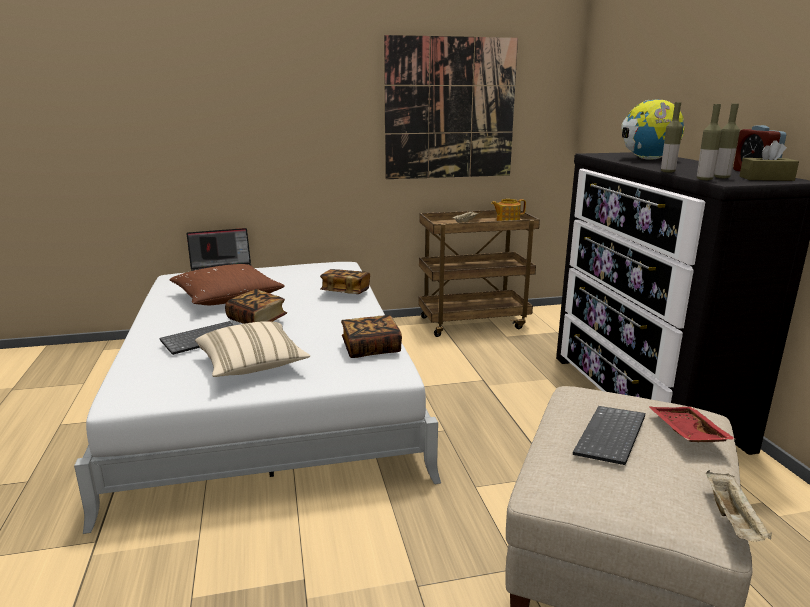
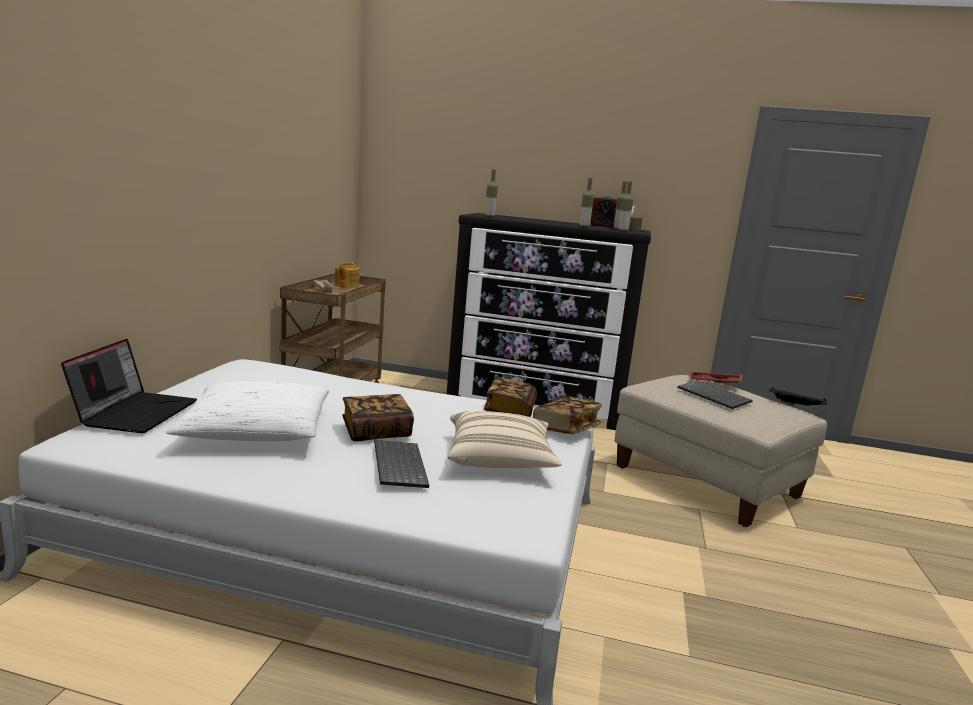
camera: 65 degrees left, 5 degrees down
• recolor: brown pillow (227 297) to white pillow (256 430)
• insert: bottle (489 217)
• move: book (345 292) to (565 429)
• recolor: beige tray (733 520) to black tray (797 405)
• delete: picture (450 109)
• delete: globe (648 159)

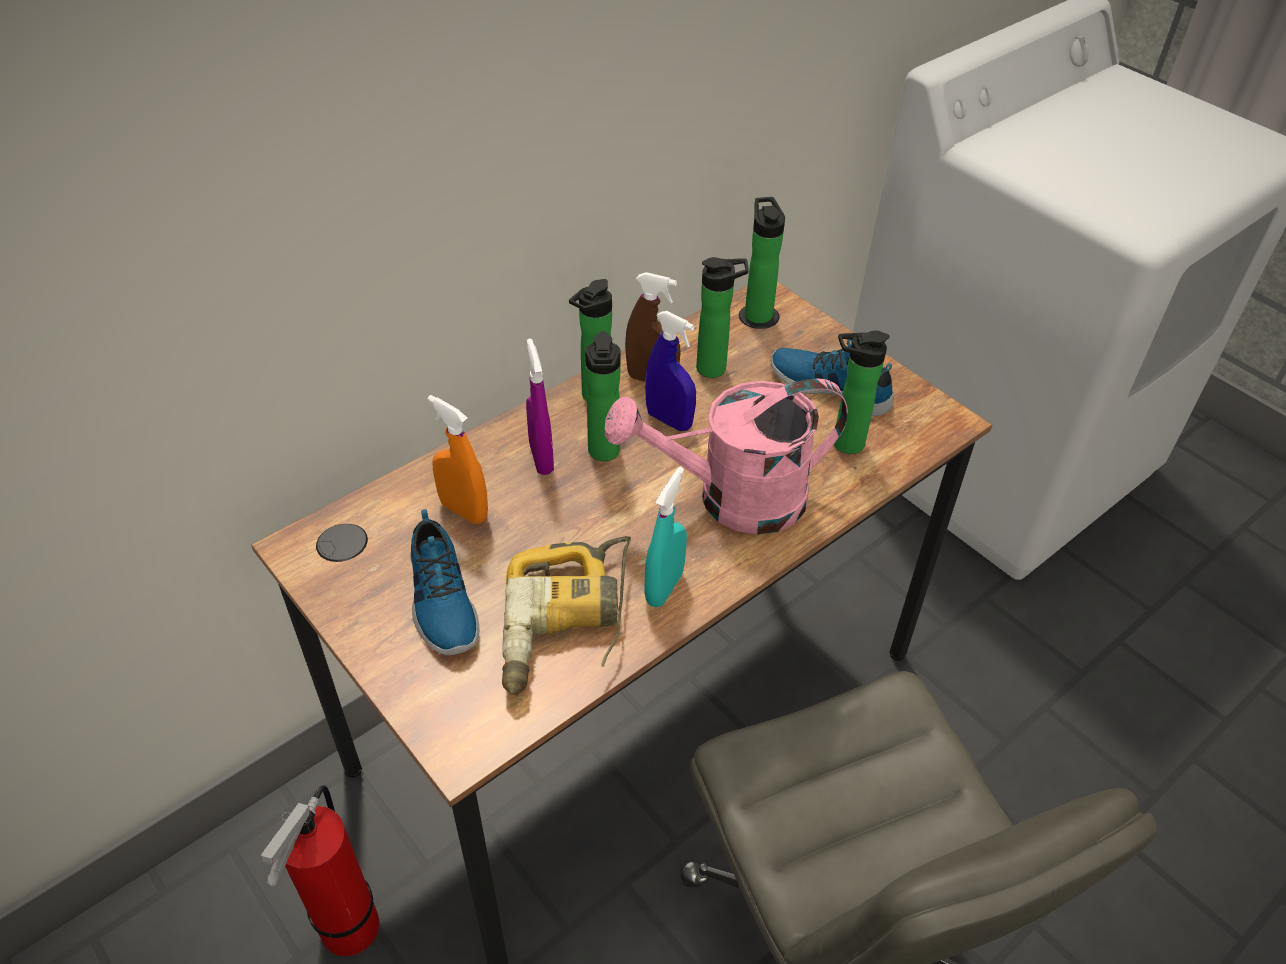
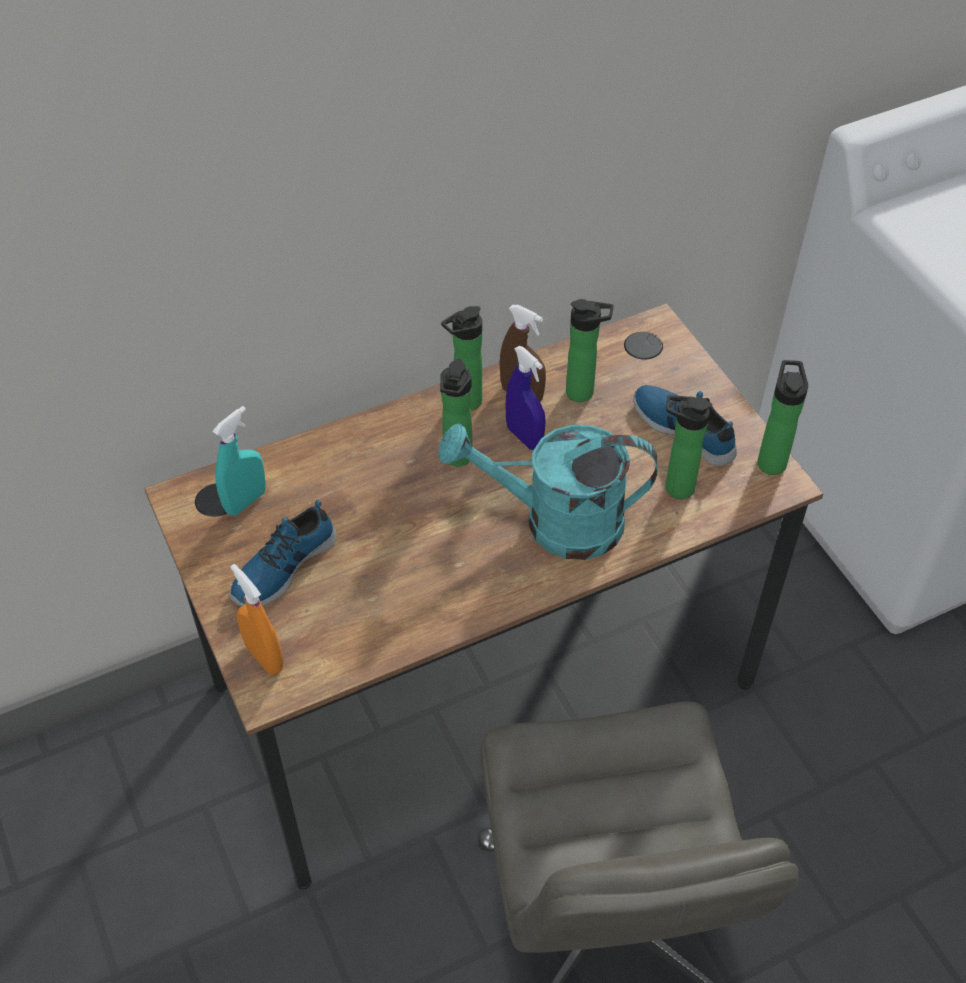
camera: 15 degrees right, 5 degrees up
• move: turquoise spray bottle (664 587) to (245 501)
• rotate: shoe (440 600) = (282 566) 45 degrees clockwise
• move: orange spray bottle (464 511) to (264 657)
• recolor: pink watering can (732 499) to turquoise watering can (555 522)
• move: bottle (757 312) to (771 460)
• delete: fire extinguisher (346 934)
• delete: power drill (567 625)
• delete: purple spray bottle (541 458)

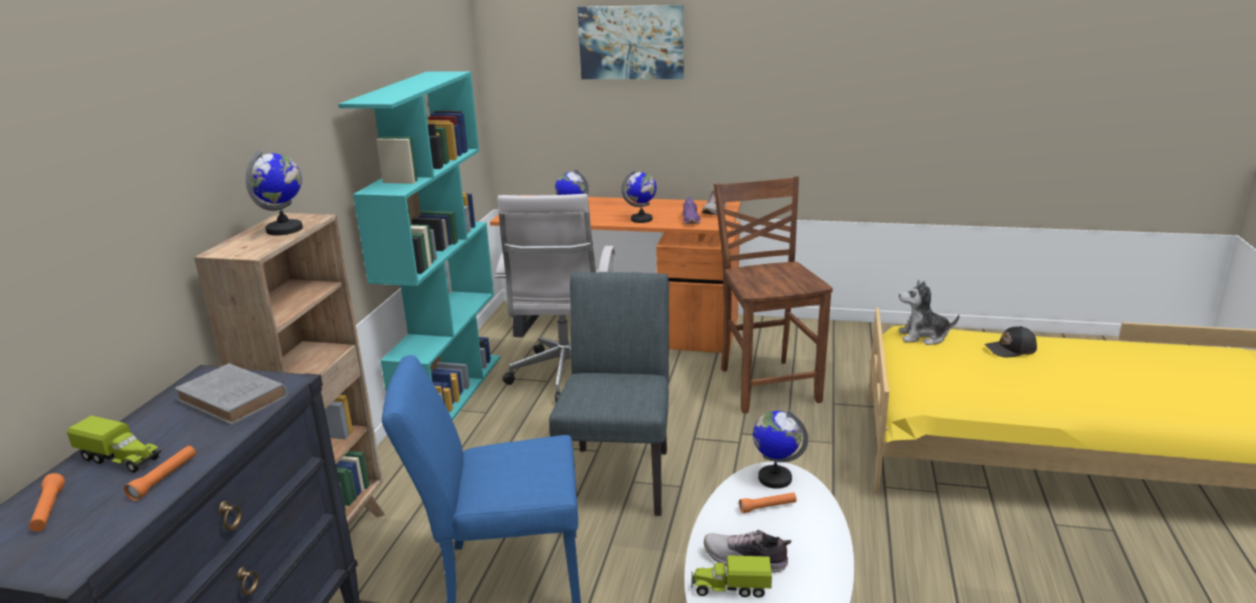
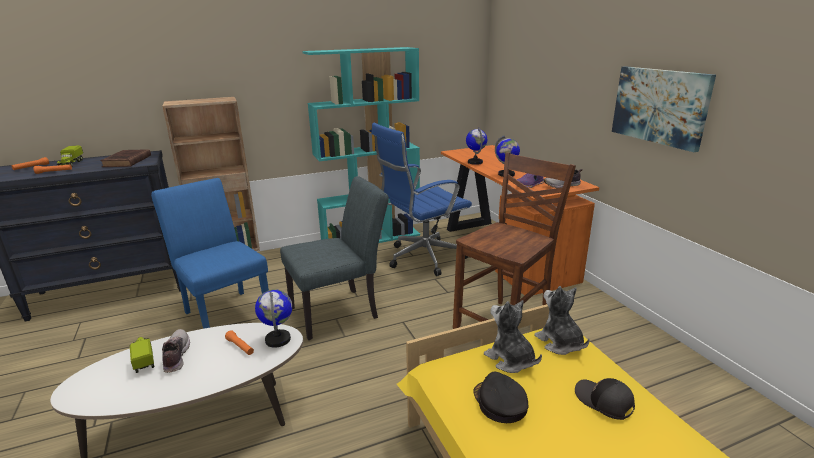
camera: 55 degrees right, 0 degrees up
• recolor: grey book (234 400) to brown book (127 161)
• recolor: white office chair (565 378) to blue office chair (422 258)
• insert: black cap (499 402)
• insert: plush toy (510 360)
• move: picture (631 42) to (659 106)
• delete: globe (285 229)

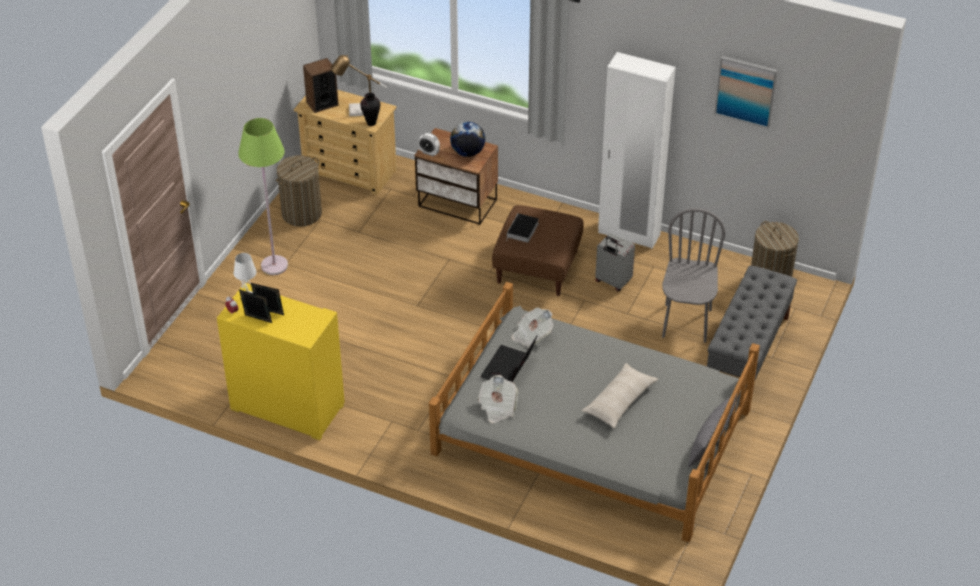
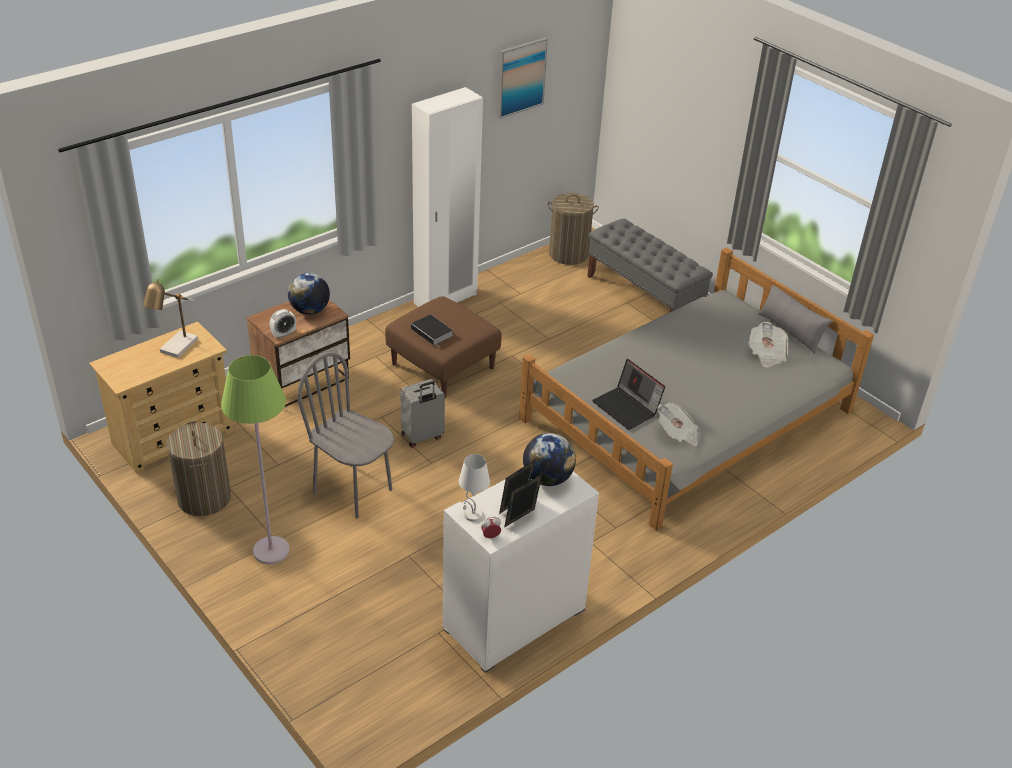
camera: 65 degrees left, 5 degrees down
• move: grey chair (686 323) to (353 491)
• move: grey suitcase (612 282) to (422 437)
• recolor: yellow cabinet (286 407) to white cabinet (514 620)
• insert: globe (547 478)
• move: newspaper (532 335) to (766 354)
• delete: speaker (322 103)
• delete: vase (371 123)
• delete: beige pillow (619 401)

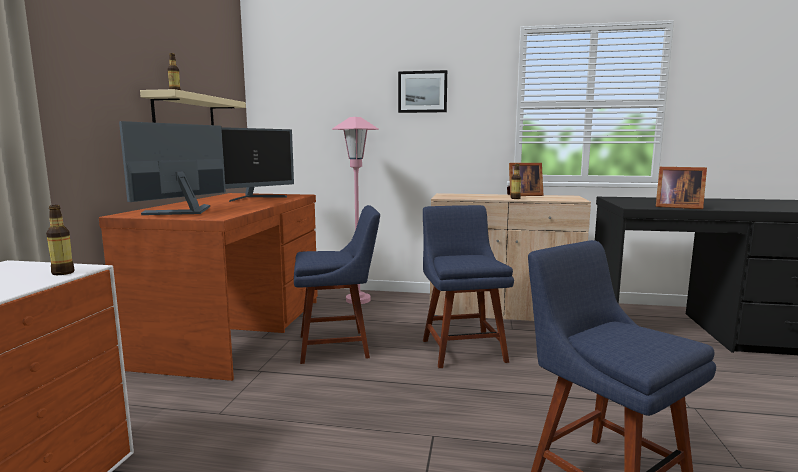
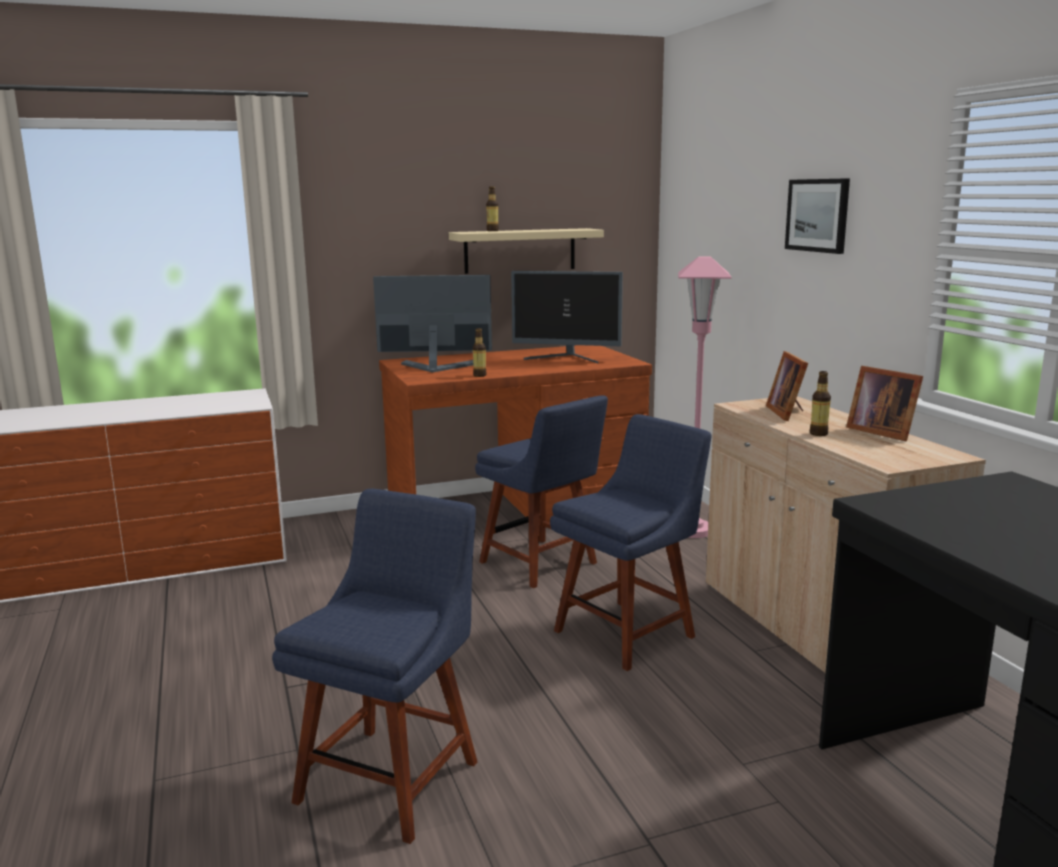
camera: 60 degrees right, 5 degrees up
• move: bottle (63 273) to (479 375)
• move: picture frame (676 207) to (788 413)

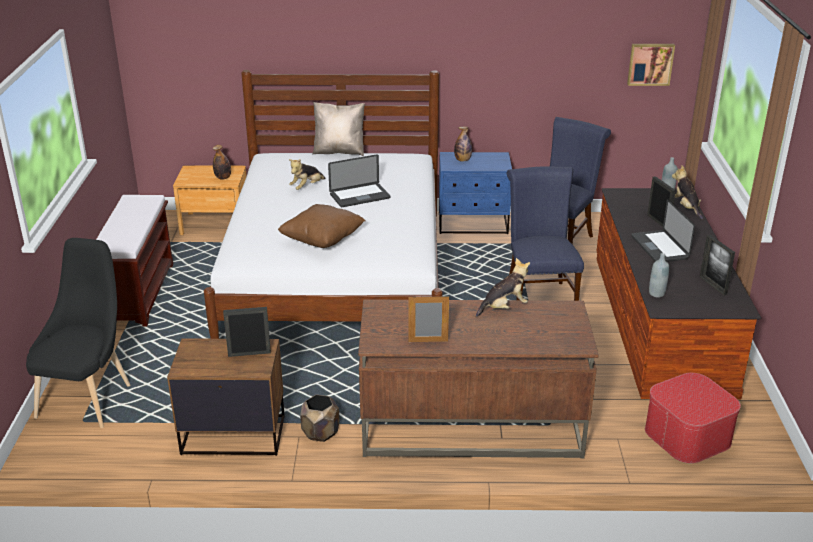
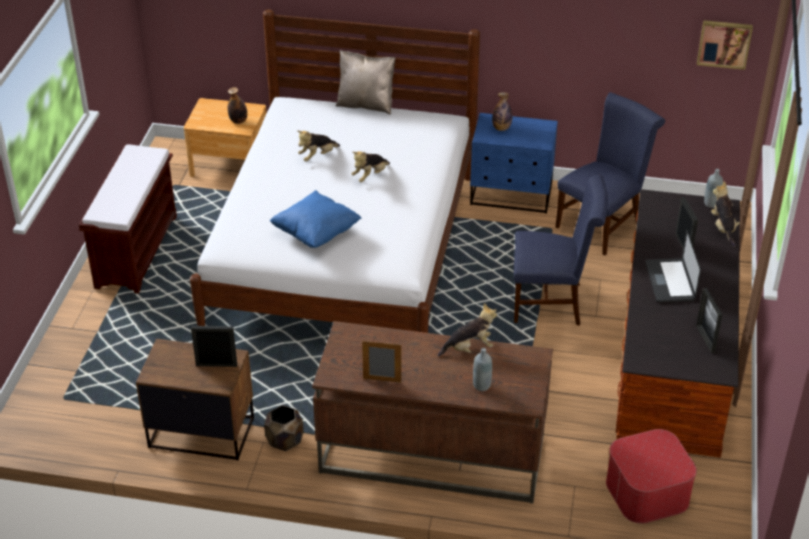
camera: 10 degrees right, 10 degrees up
• recolor: brown pillow (322 241) to blue pillow (316 234)
• replace: laptop (360 196) to plush toy (370 176)
• move: grey bottle (656 293) to (481 385)
• rotate: blue chair (539 296) = (553 302) 90 degrees clockwise
• delete: black chair (88 397)

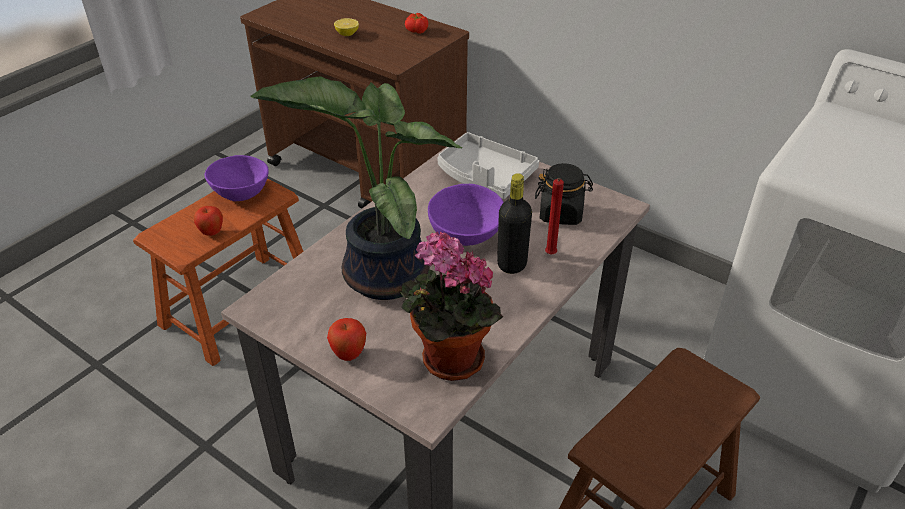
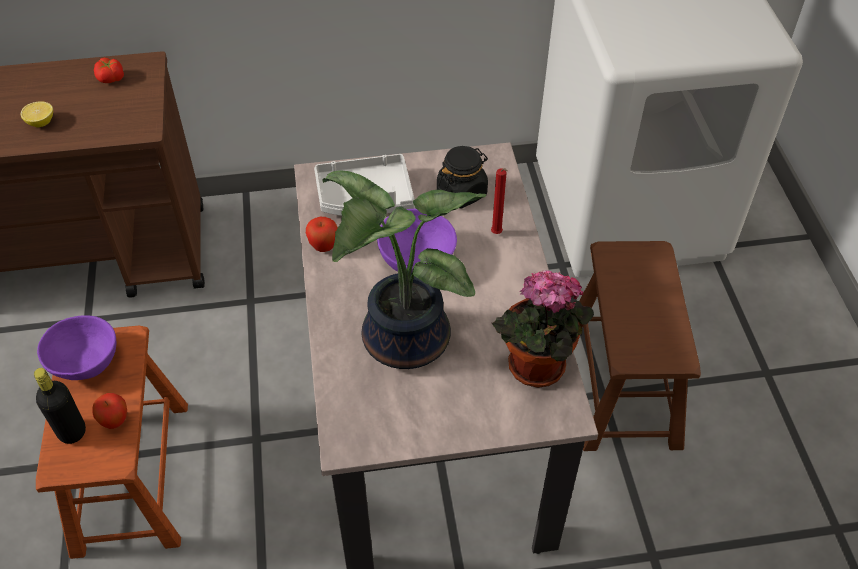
camera: 45 degrees left, 10 degrees up
• move: black bottle (512 264) to (72 431)
• move: apple (349 354) to (324 247)

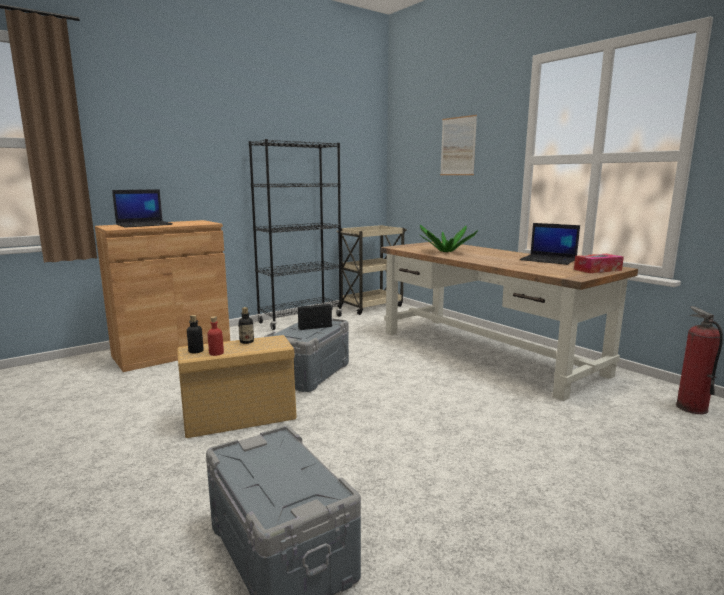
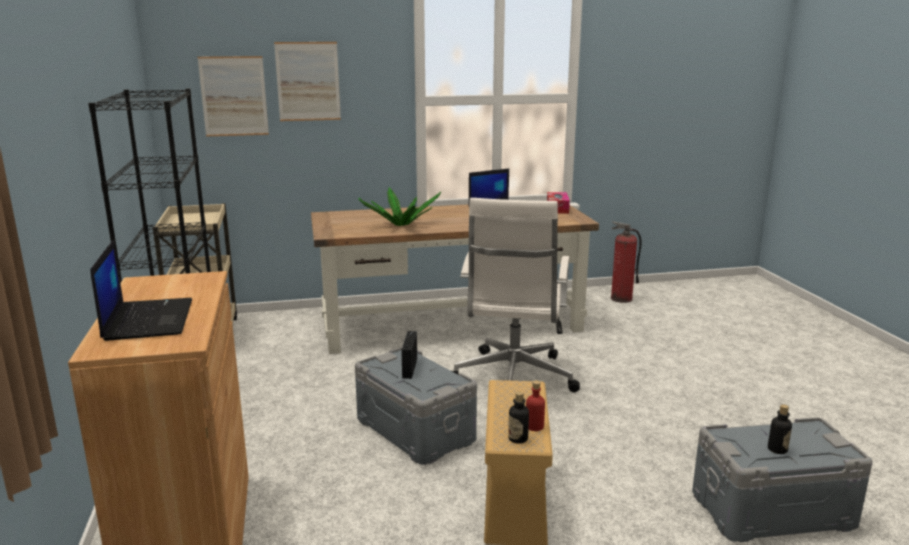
camera: 65 degrees left, 5 degrees up
• insert: picture (234 96)
• insert: white office chair (512 379)
• move: bottle (246 342) to (777 449)

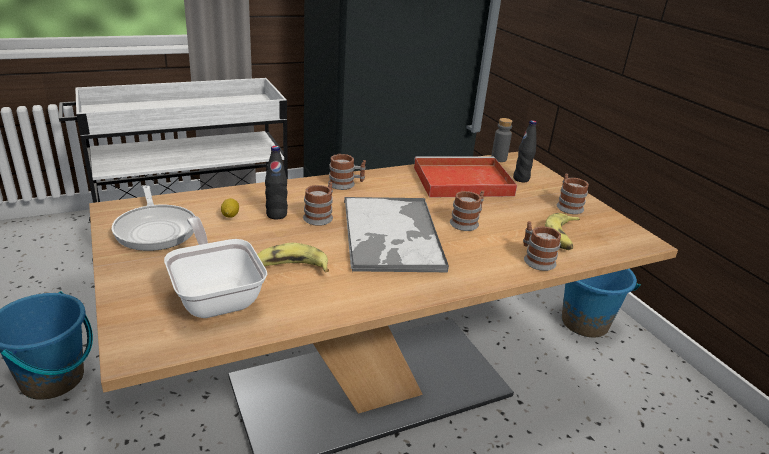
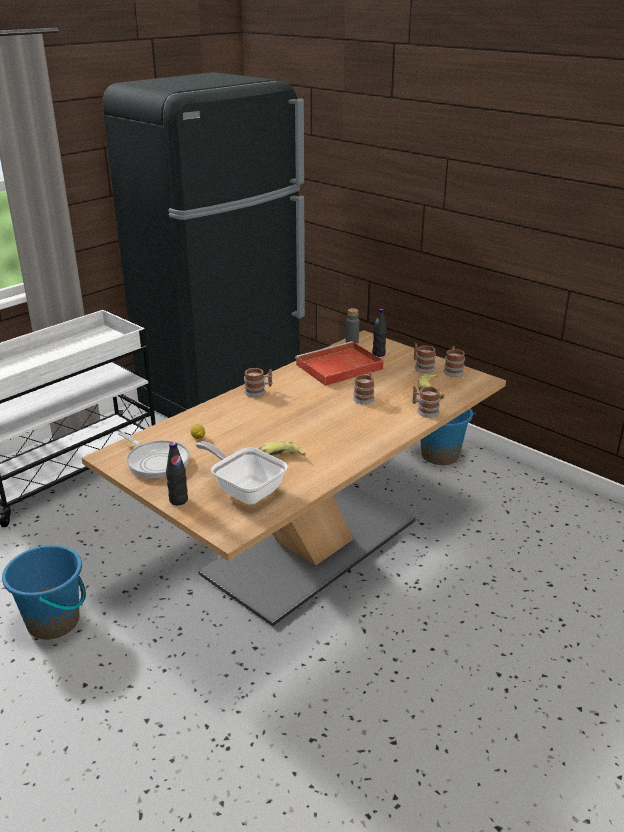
camera: 20 degrees left, 0 degrees up
• move: black bottle (276 215) to (178 500)
• move: mug (320 216) to (453 370)
• delete: tray (392 235)

